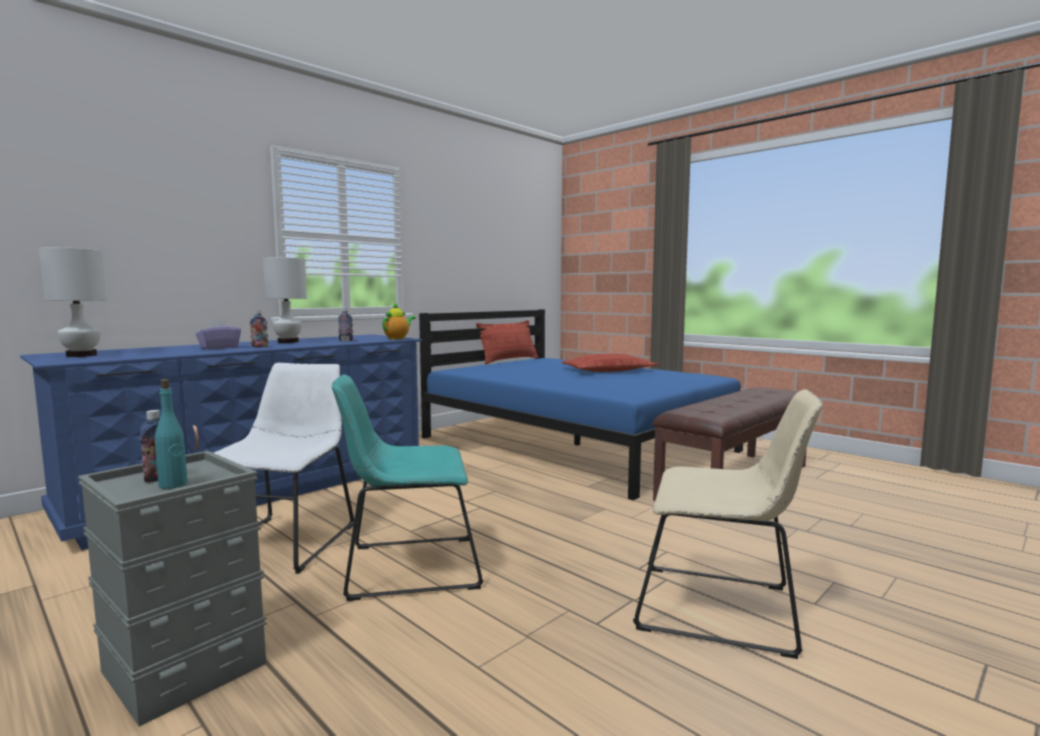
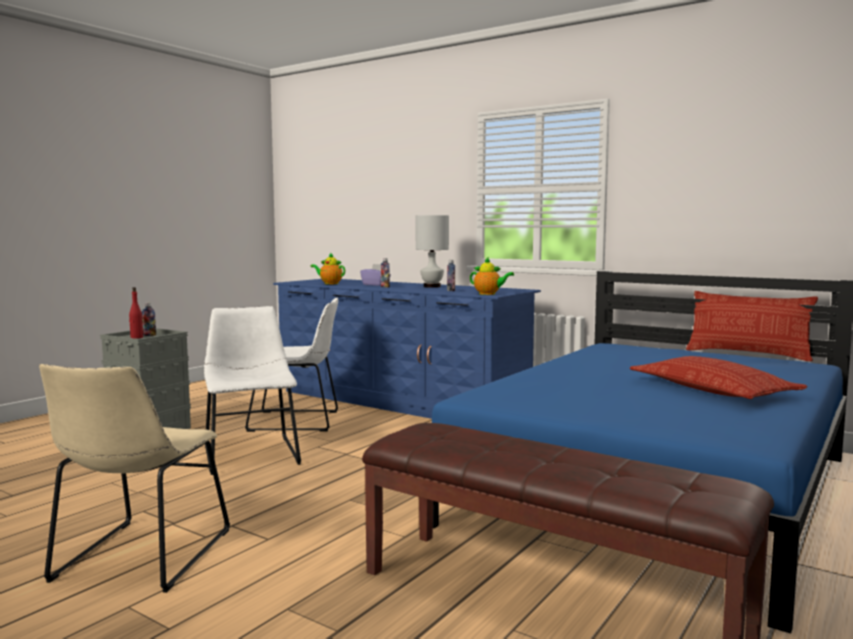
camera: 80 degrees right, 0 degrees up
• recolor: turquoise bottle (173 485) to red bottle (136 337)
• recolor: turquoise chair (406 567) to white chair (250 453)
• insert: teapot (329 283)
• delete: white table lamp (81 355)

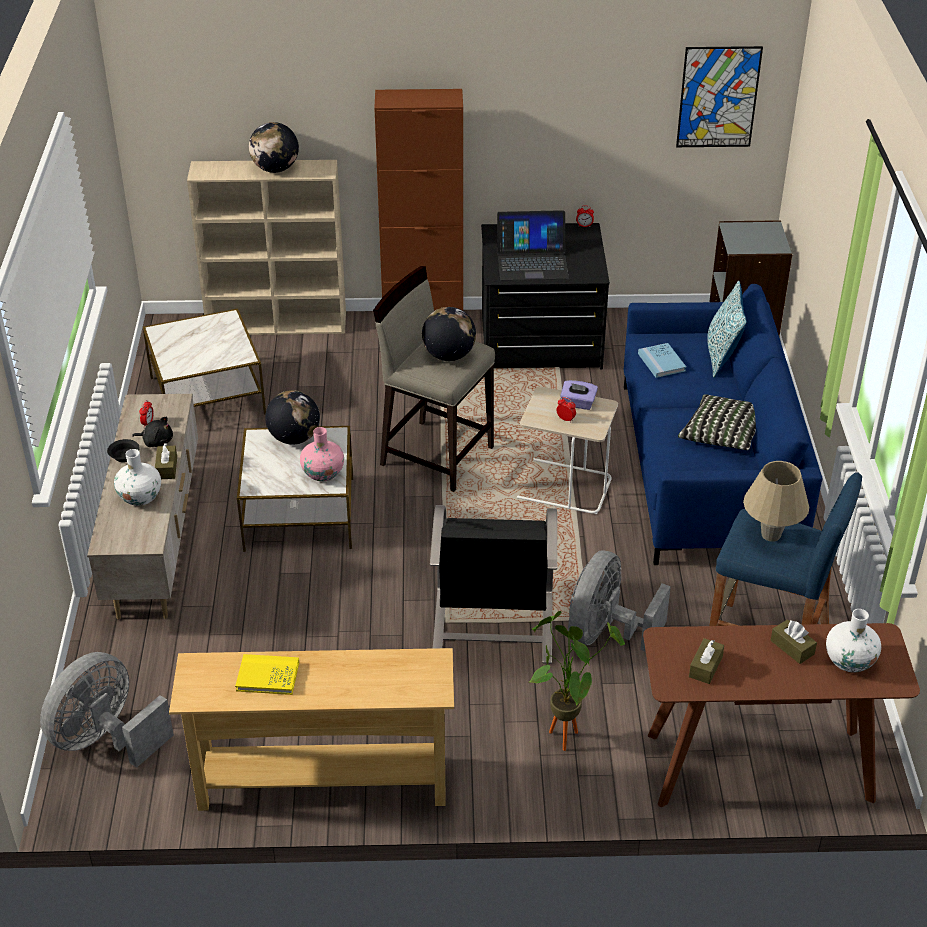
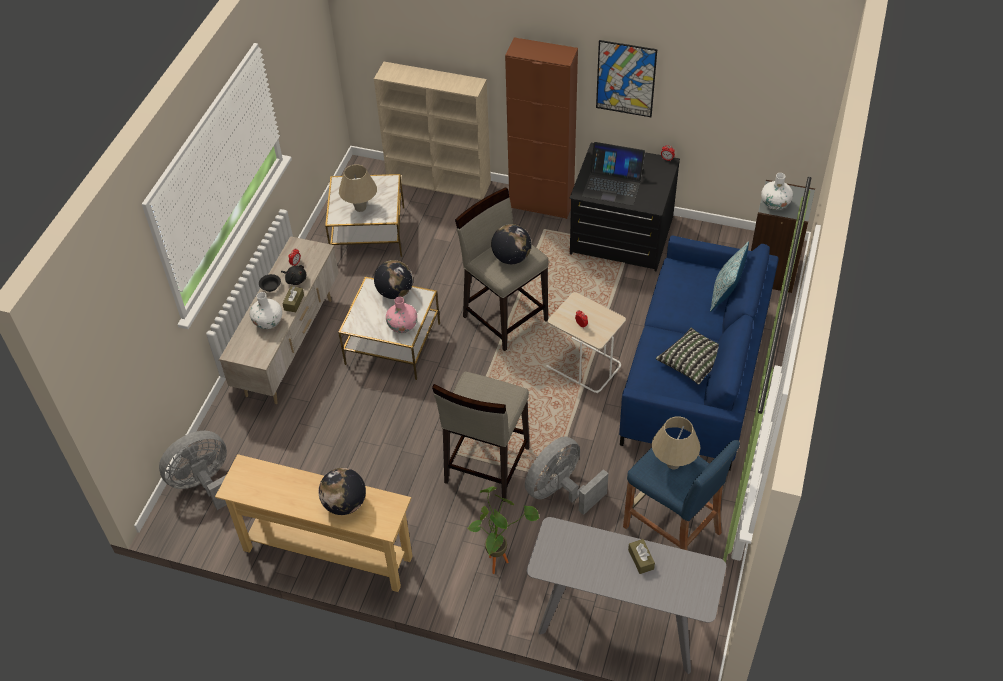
camera: 20 degrees right, 10 degrees up
• move: globe (275 169) to (344 504)
• insert: beige table lamp (360 207)
• replace: black armchair (492 626) to beige stool (486 465)
• recolor: brown console table (759 767) to grey console table (620 624)
• move: picture (718 97) to (625 79)
• move: white vase (849 661) to (775 204)
• delete: yellow book (267 676)
• delete: purple tissue box (578 403)
• delete: blue book (661 362)
• delete: brown tissue box (705 667)

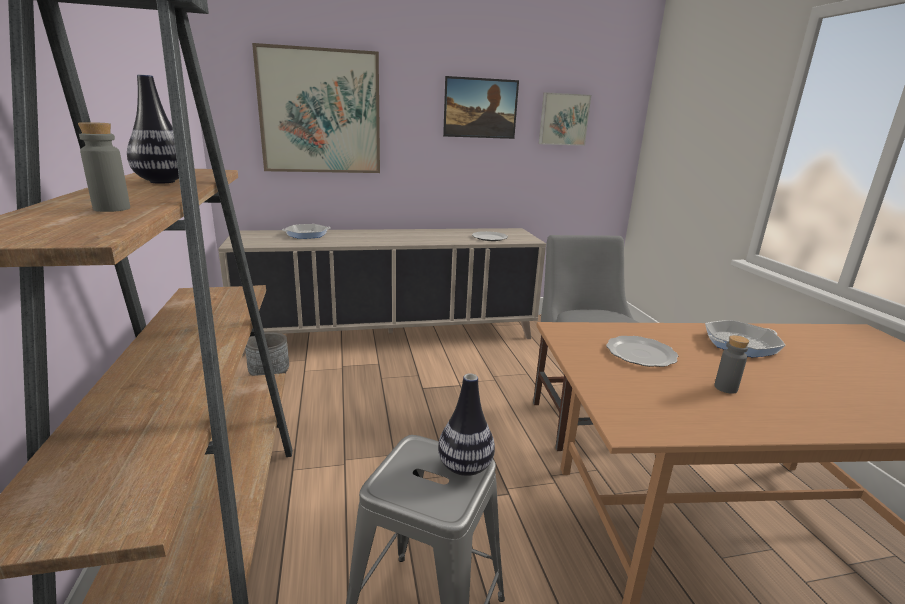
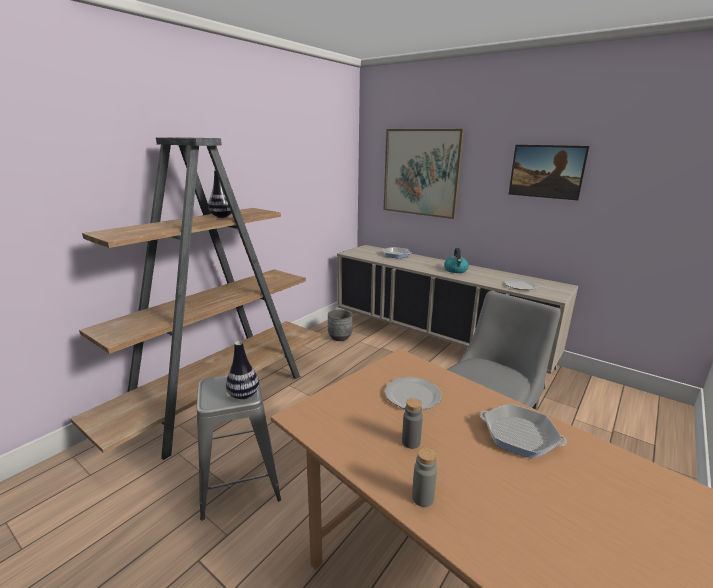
camera: 50 degrees right, 0 degrees up
• move: grey bottle (112 209) to (422 498)
• insert: kettle (456 270)
• delete: picture (563 119)

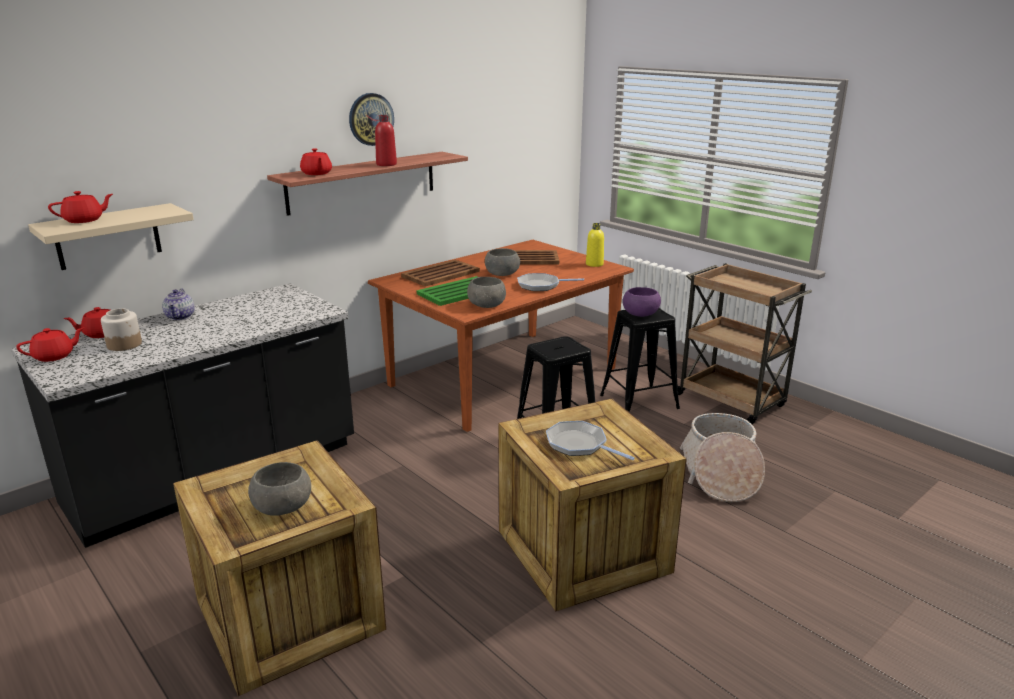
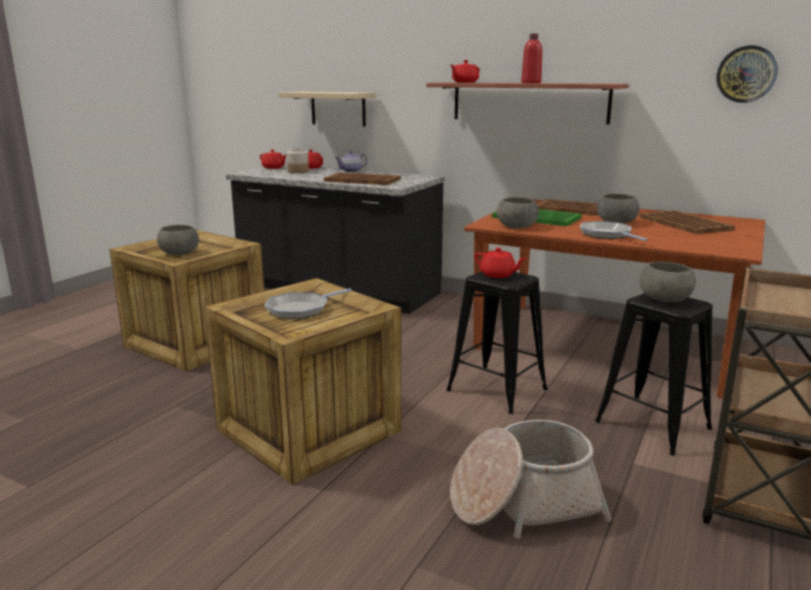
camera: 70 degrees right, 5 degrees down
• rotate: frying pan (579 445) = (300 309) 150 degrees counterclockwise
• insert: brown tray (361 180)
• move: red teapot (84 220) to (498 275)
• recolor: purple bowl (640 313) to grey bowl (665 298)
• move: wall clock (371 119) to (746 74)
• delete: yellow bottle (594 264)

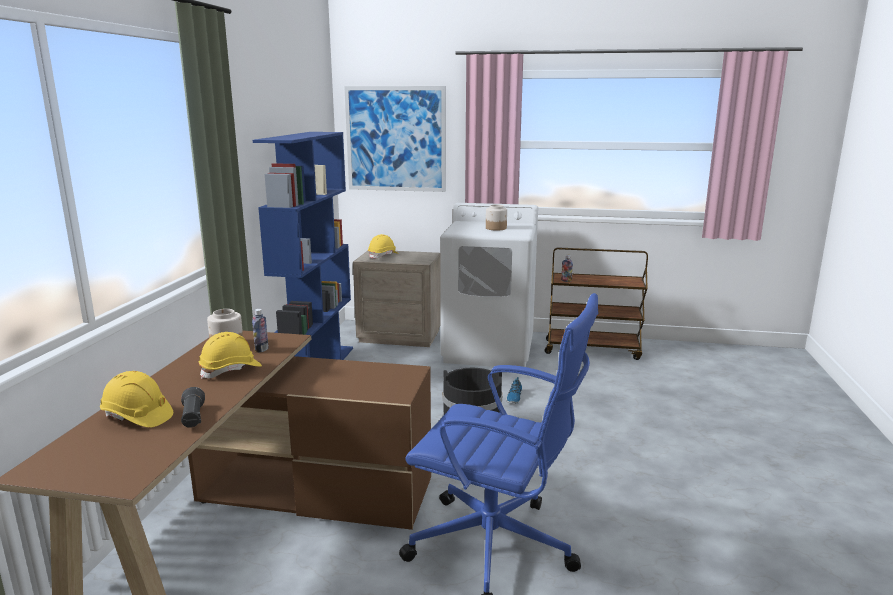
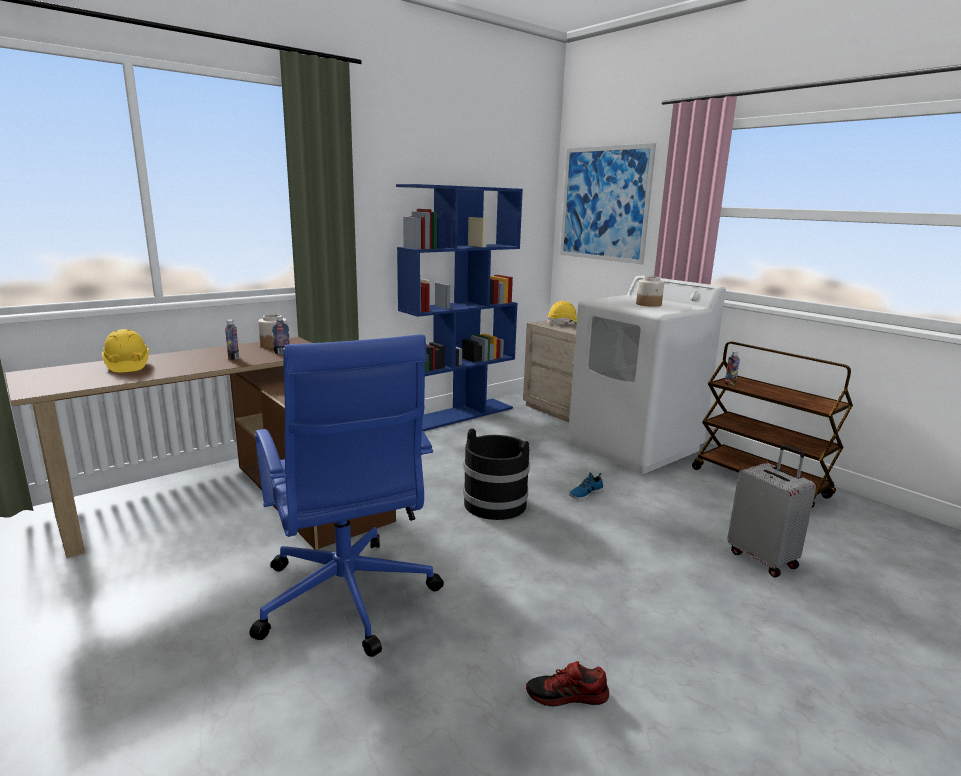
camera: 40 degrees right, 0 degrees up
• replace: yellow hard hat (231 370) to bottle (233 358)
• insert: shoe (567 696)
• insert: grey suitcase (763 559)
• delete: black flashlight (193 418)

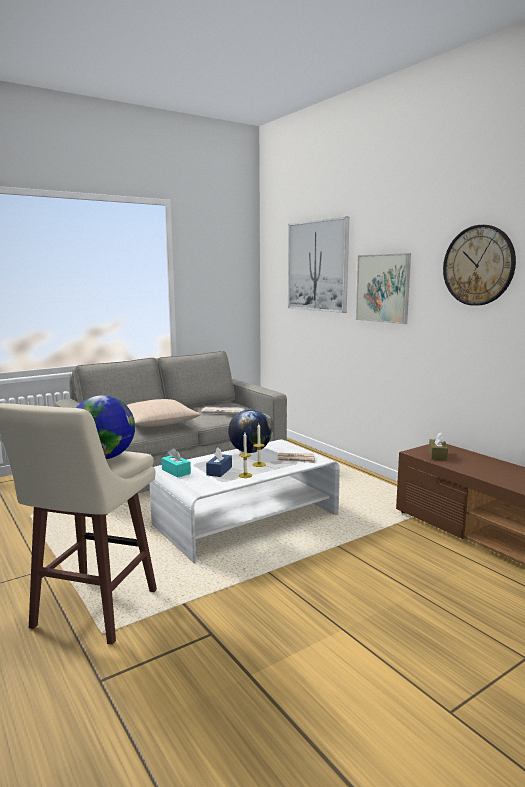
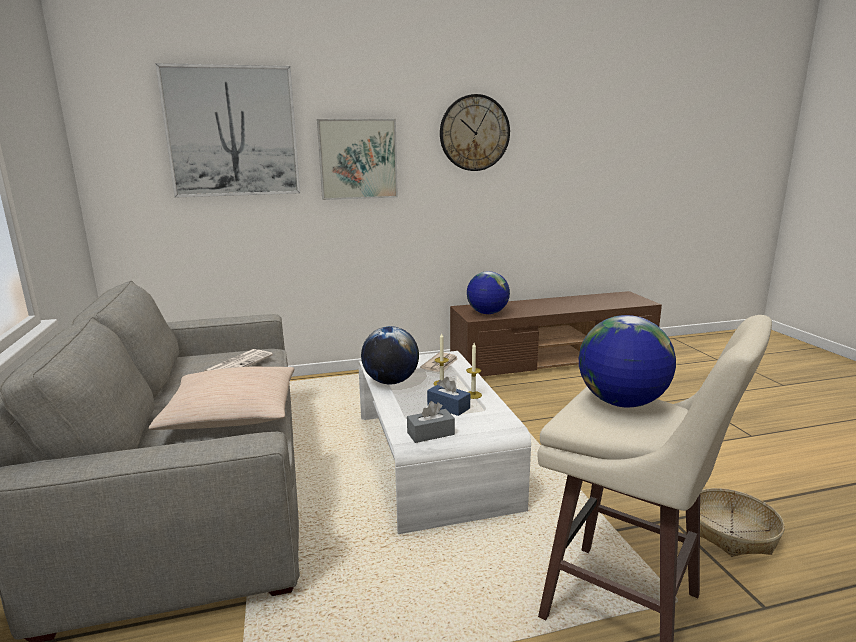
camera: 70 degrees left, 5 degrees up
• recolor: turquoise tissue box (176 471) to grey tissue box (430 433)
• replace: brown tissue box (437 455) to globe (487 313)
• insert: basket (732 532)

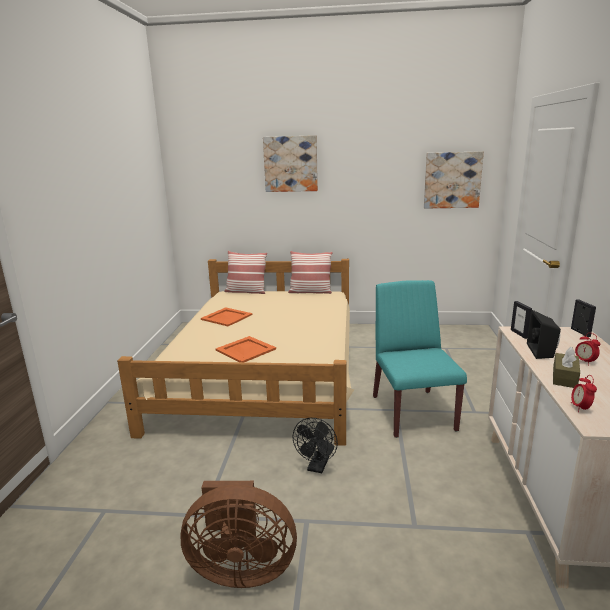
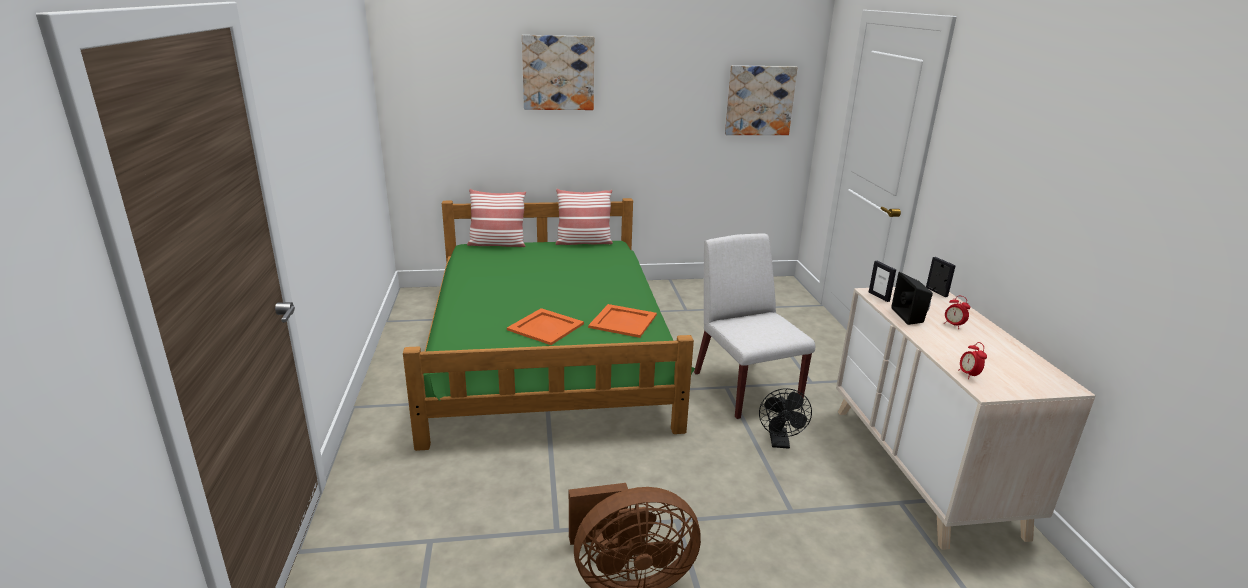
camera: 15 degrees left, 5 degrees up
• recolor: beige bed (264 370) to green bed (547 348)
• move: orange tray (226 317) to (622 321)
• recolor: turquoise chair (412 412) to white chair (745 388)
• move: black fan (317 467) to (780 442)
• delete: brown tissue box (564 377)

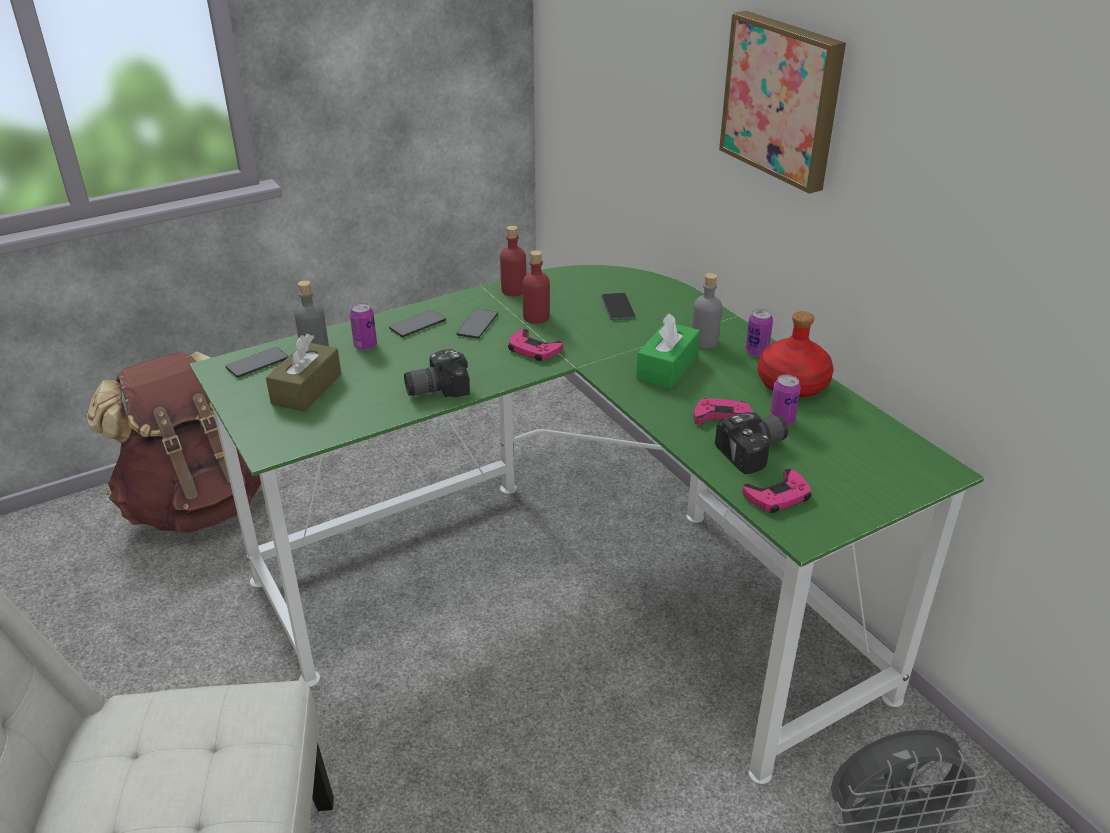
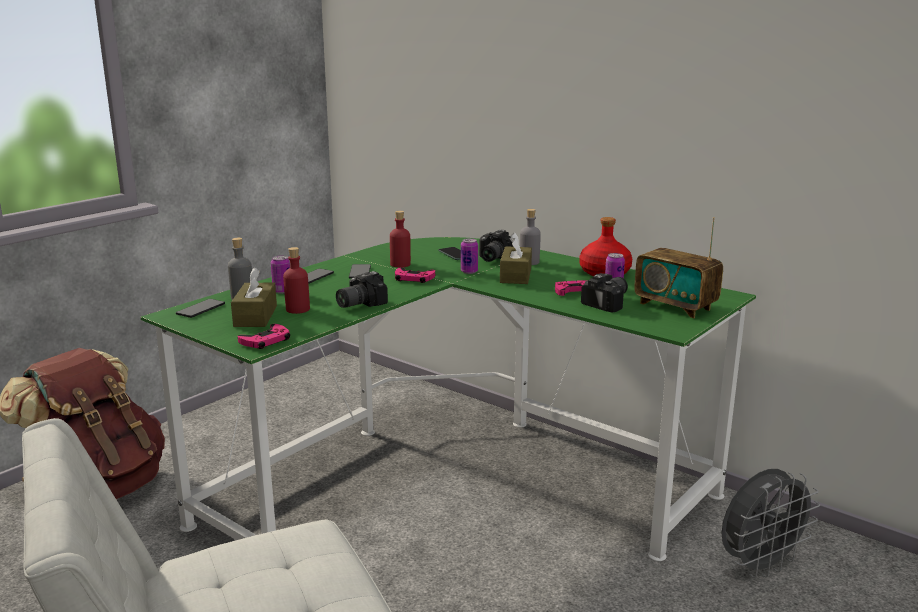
camera: 20 degrees left, 15 degrees down
• move: pink game controller (778 496) to (266 341)
• move: red bottle (513 290) to (297 309)
• move: can (756 352) to (469 271)
• insert: photo camera (491 258)
• recolor: green tissue box (667 367) to brown tissue box (515 275)
• insert: radio (675 306)
• delete: picture (783 99)

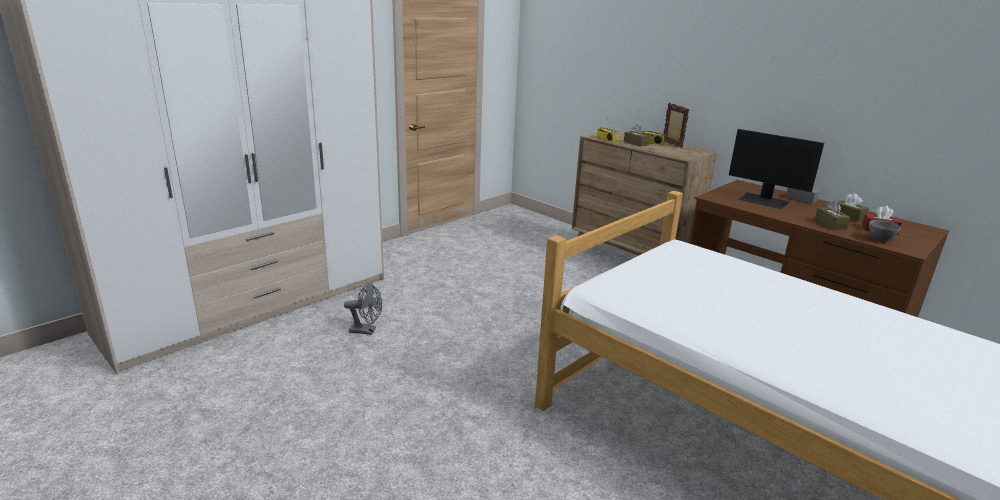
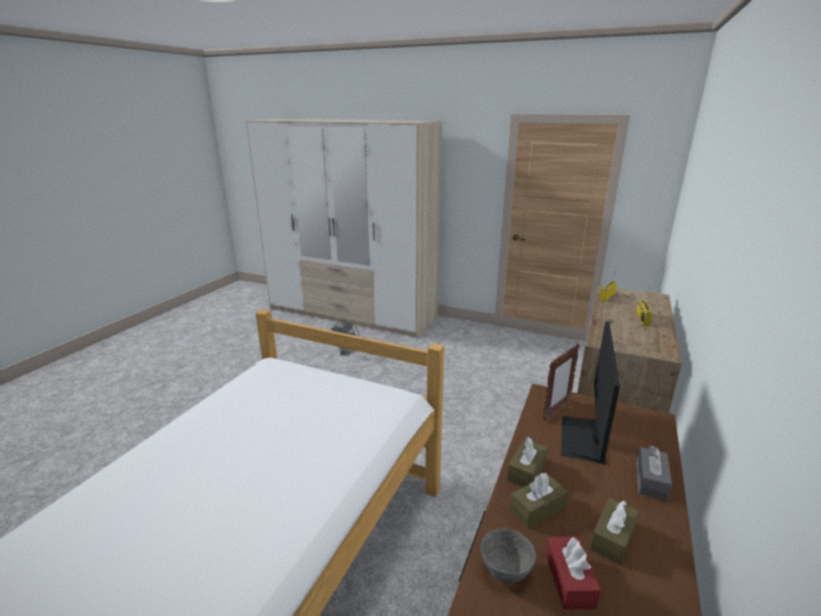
camera: 70 degrees right, 0 degrees up
• move: brown tissue box (635 143) to (526 471)
• move: picture frame (672 144) to (556 410)

